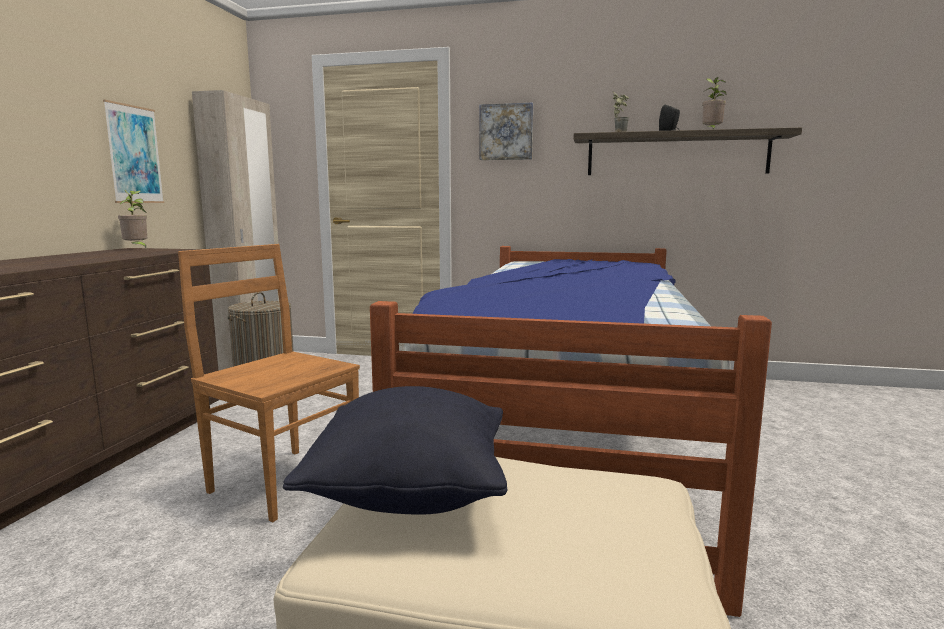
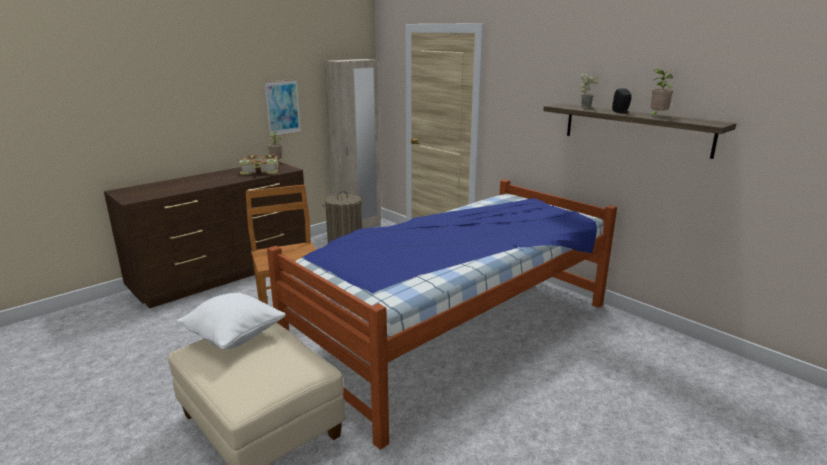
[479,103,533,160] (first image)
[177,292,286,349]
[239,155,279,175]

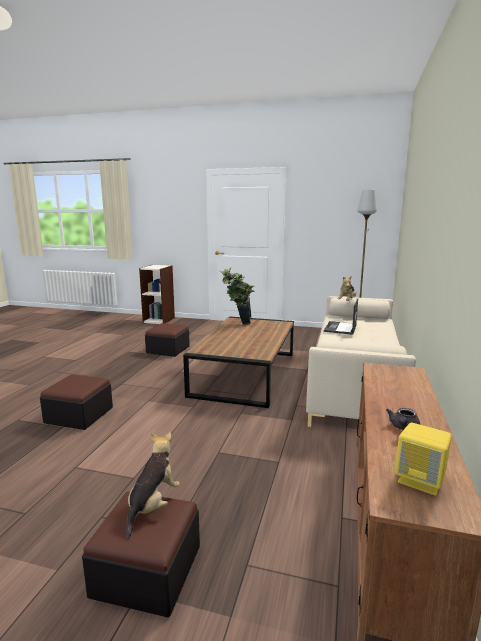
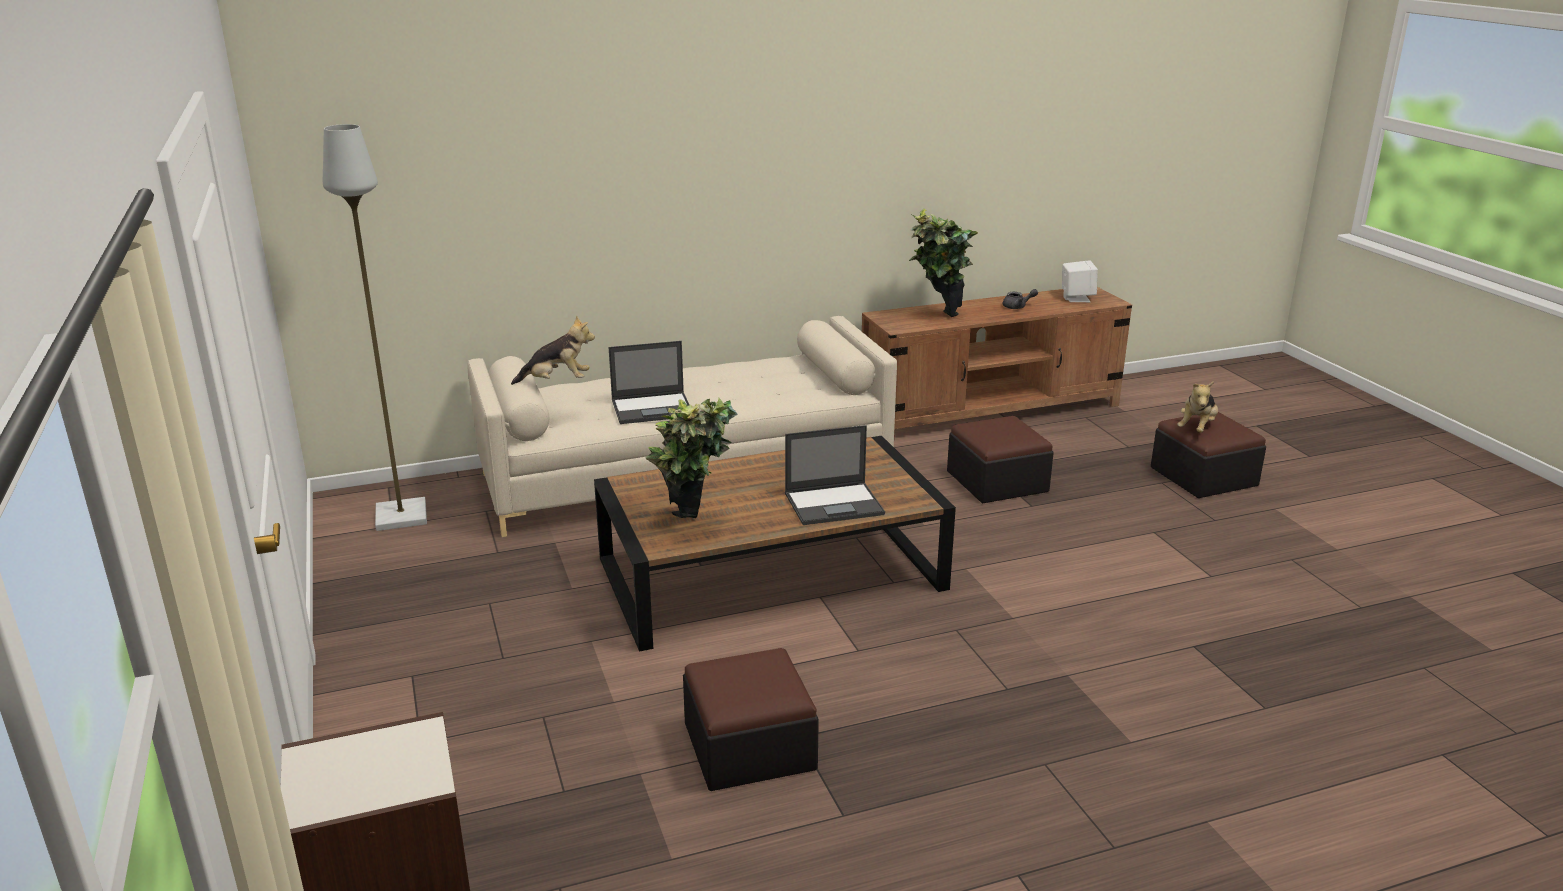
[947,416,1054,503]
[1062,261,1098,302]
[1177,381,1218,433]
[909,209,978,317]
[785,425,885,525]

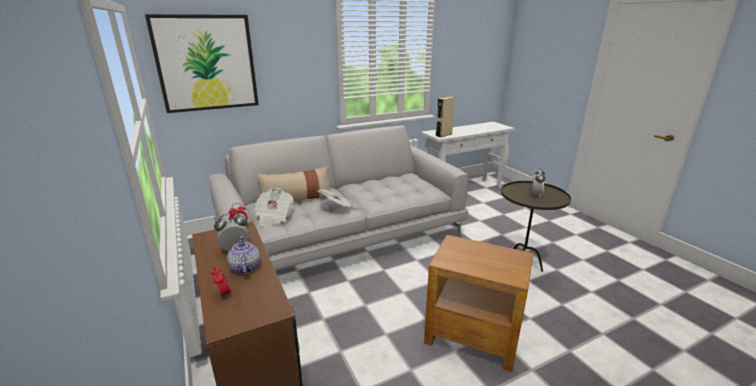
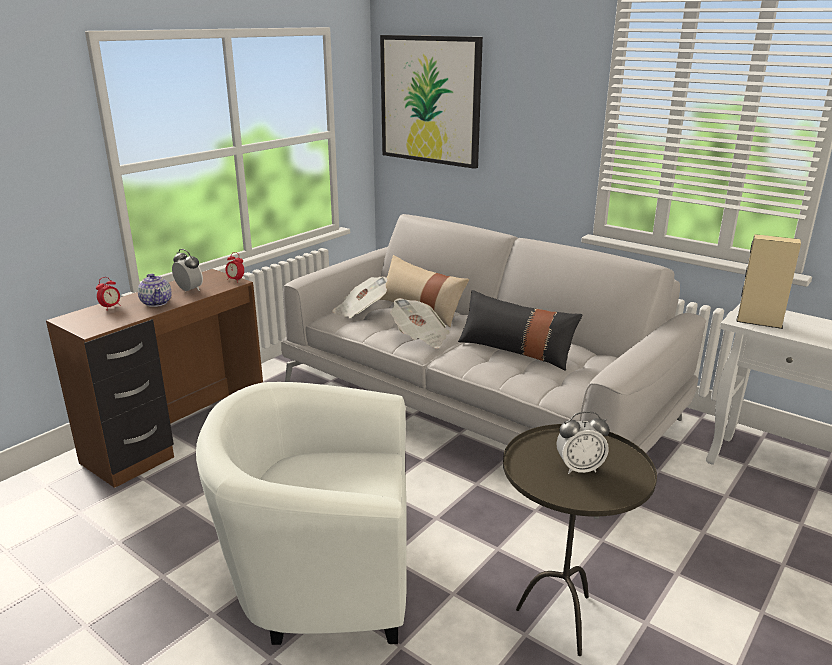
[196,382,407,645]
[138,274,172,307]
[458,290,583,371]

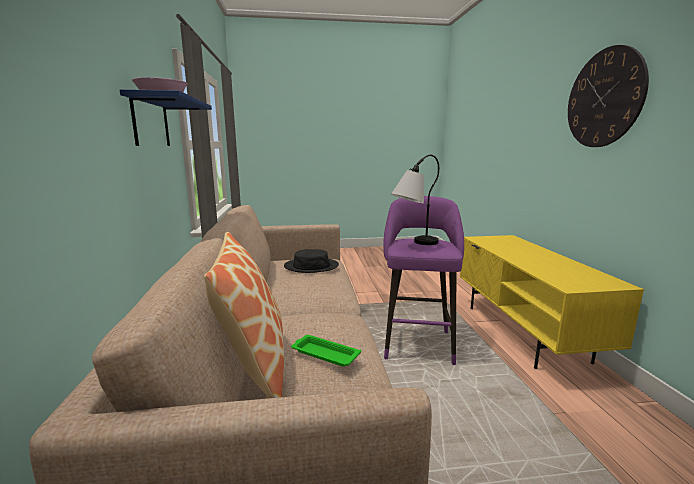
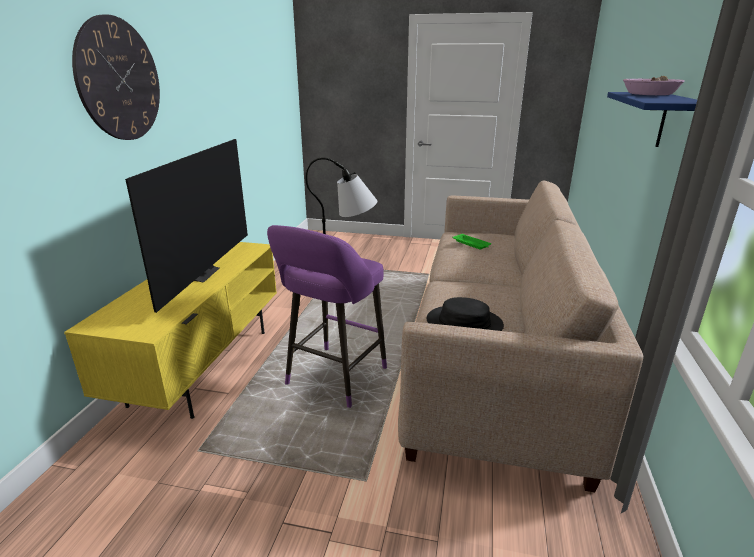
[204,232,284,398] (first image)
[125,139,248,313]

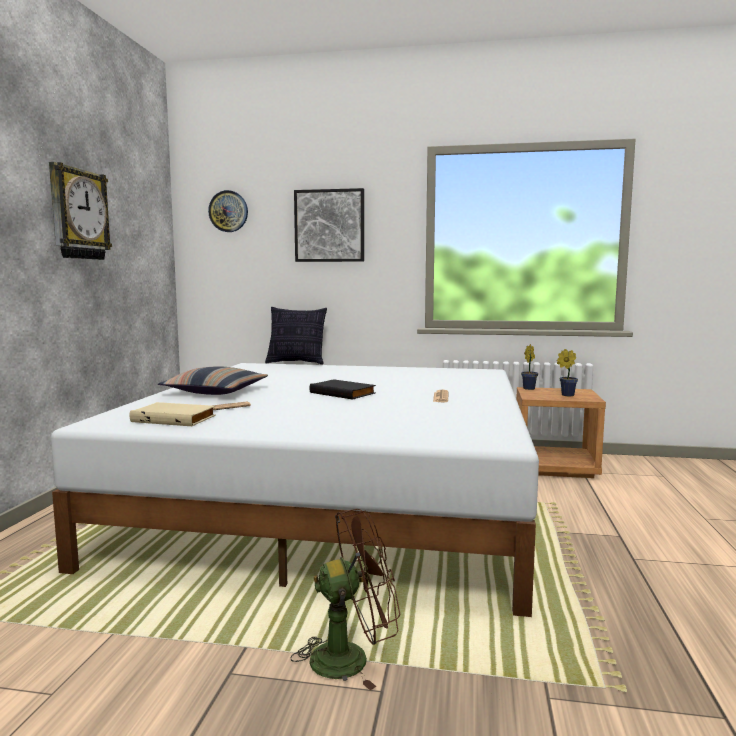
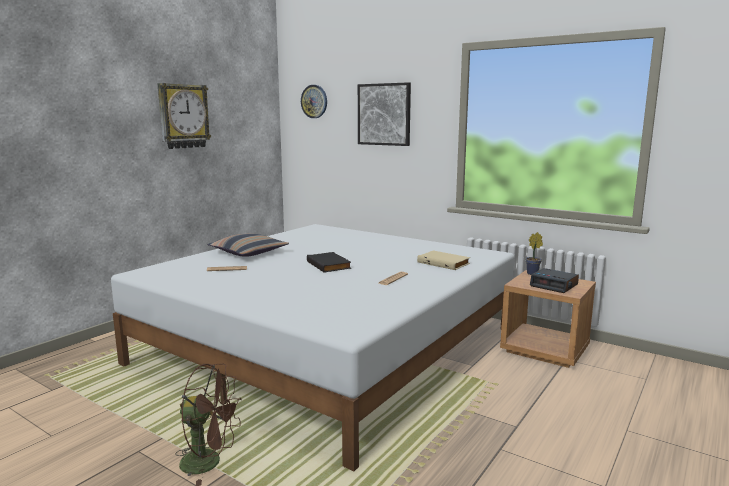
[265,307,327,365] (first image)
[530,268,579,293]
[417,250,470,270]

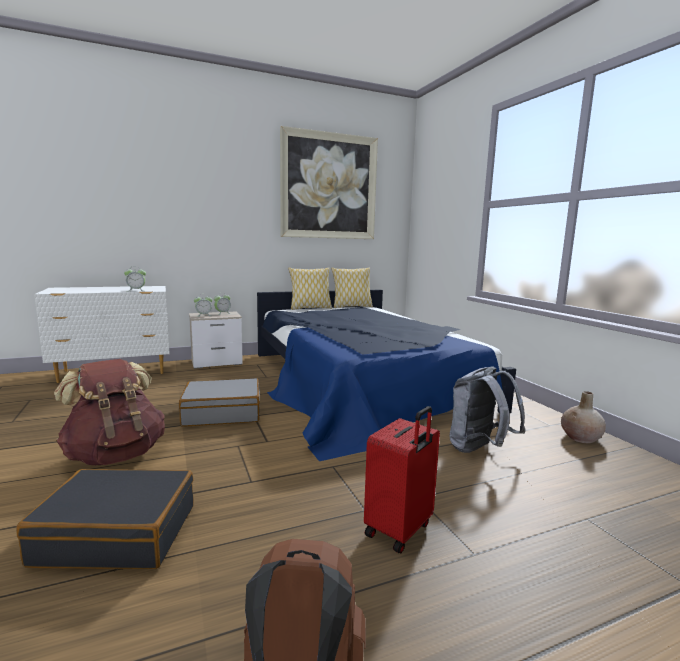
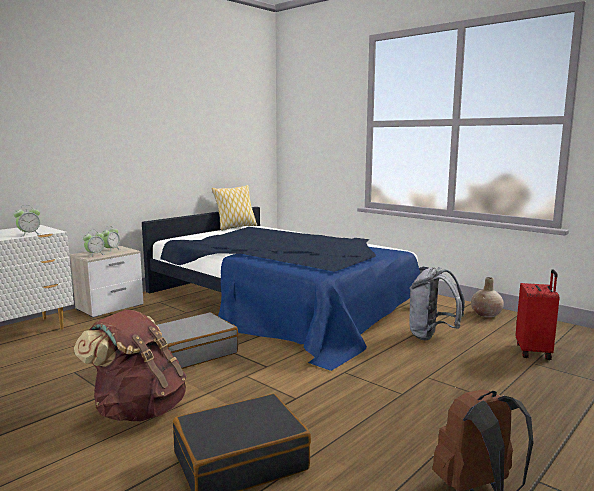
[280,126,378,239] (first image)
[288,268,332,310] (first image)
[516,269,559,360]

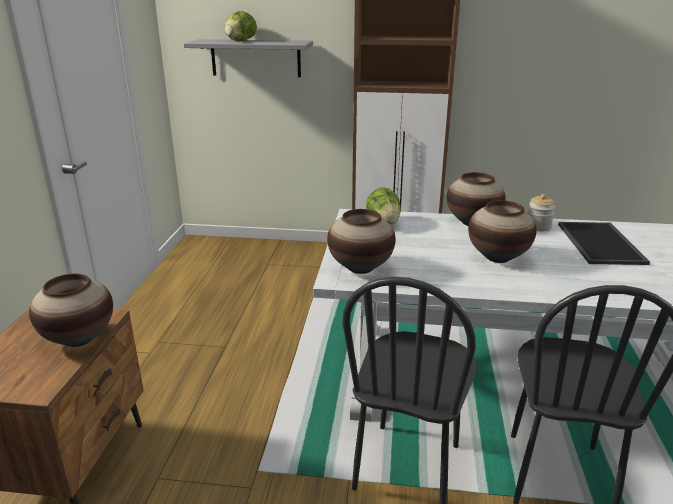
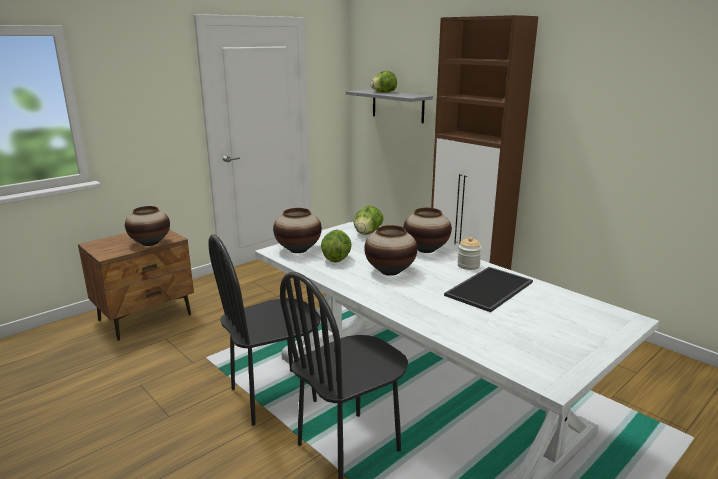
[321,229,351,263]

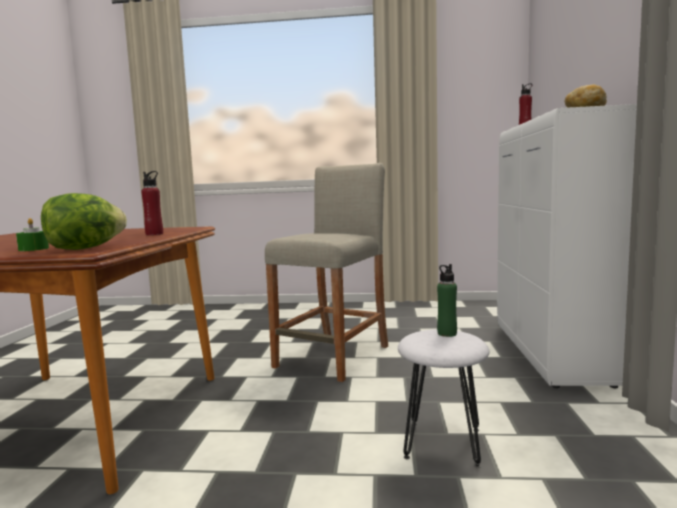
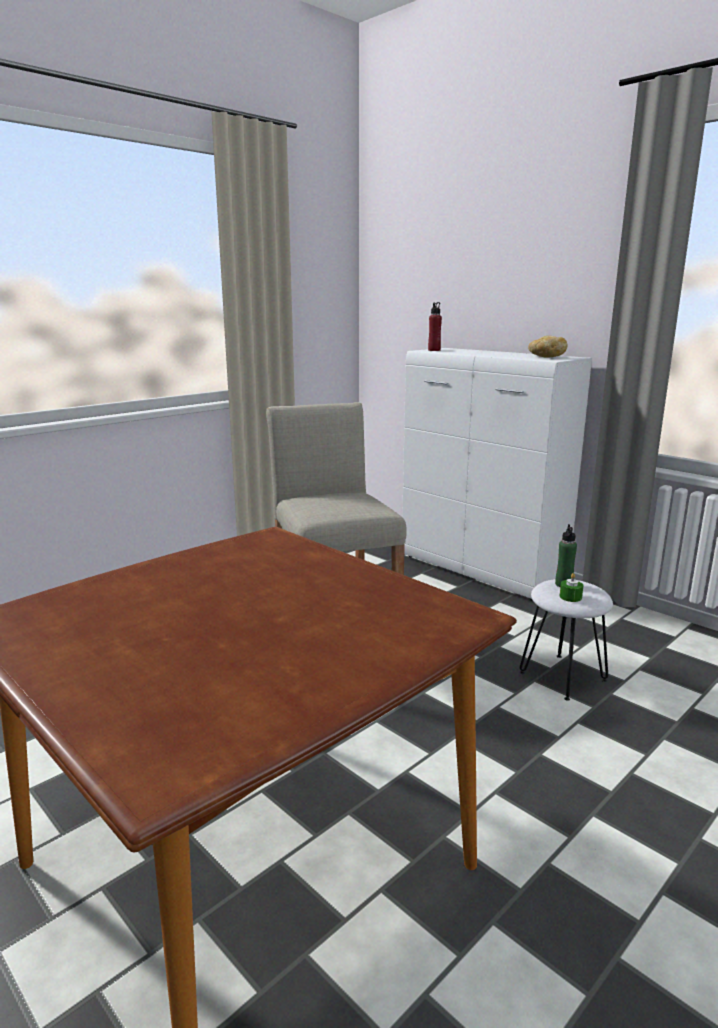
[141,171,163,235] (first image)
[41,193,127,250] (first image)
[560,573,583,602]

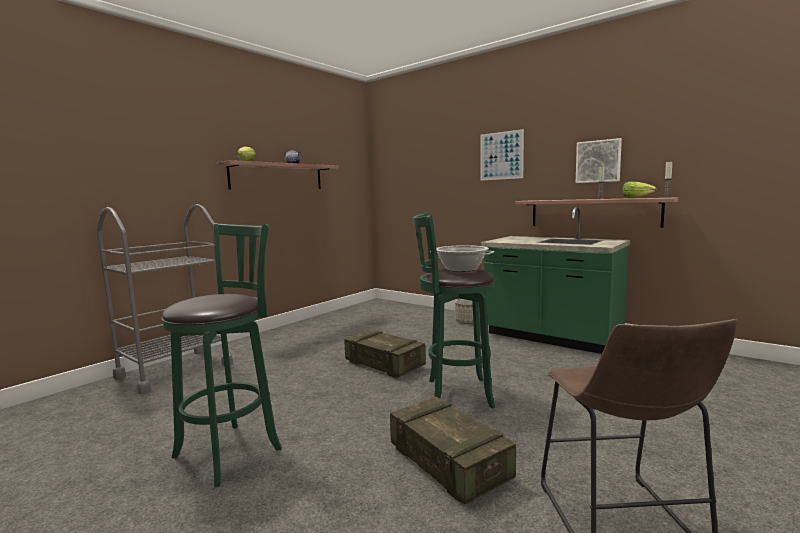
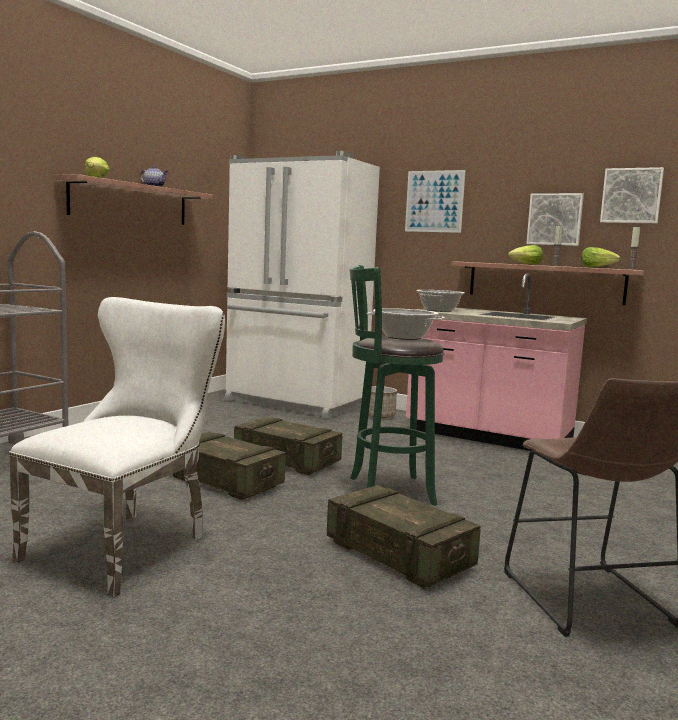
[406,273,587,451]
[8,297,225,598]
[225,151,380,419]
[600,167,664,223]
[508,245,543,265]
[416,290,465,312]
[173,432,286,500]

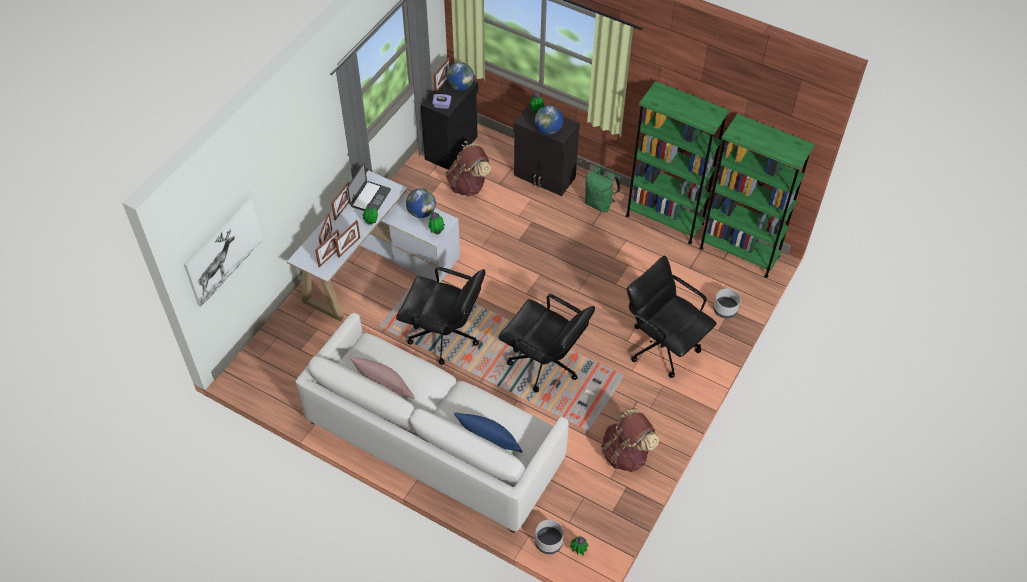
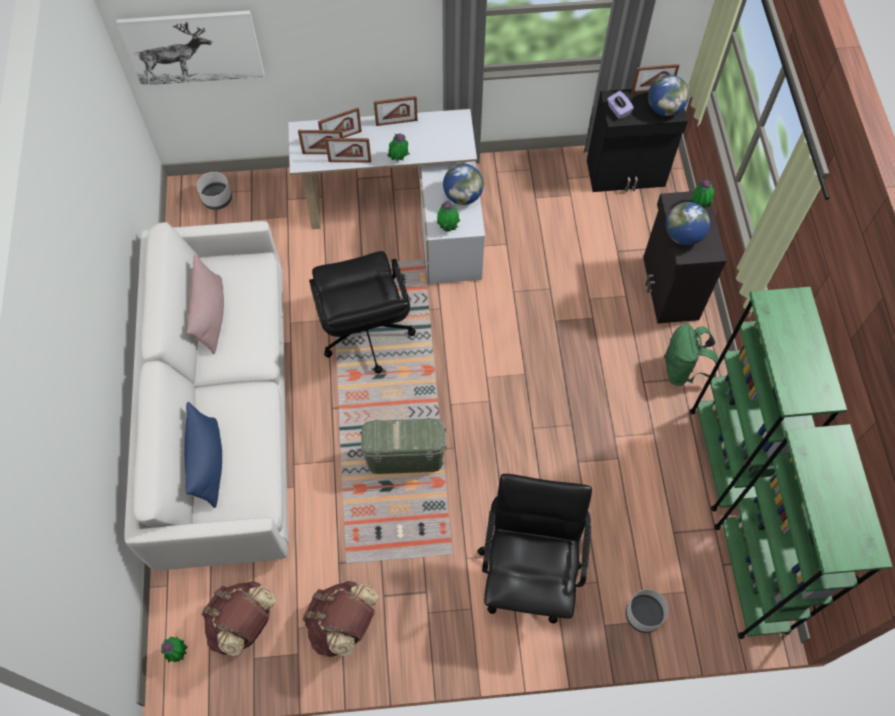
[201,581,276,656]
[347,163,391,211] (first image)
[360,418,447,474]
[197,172,232,210]

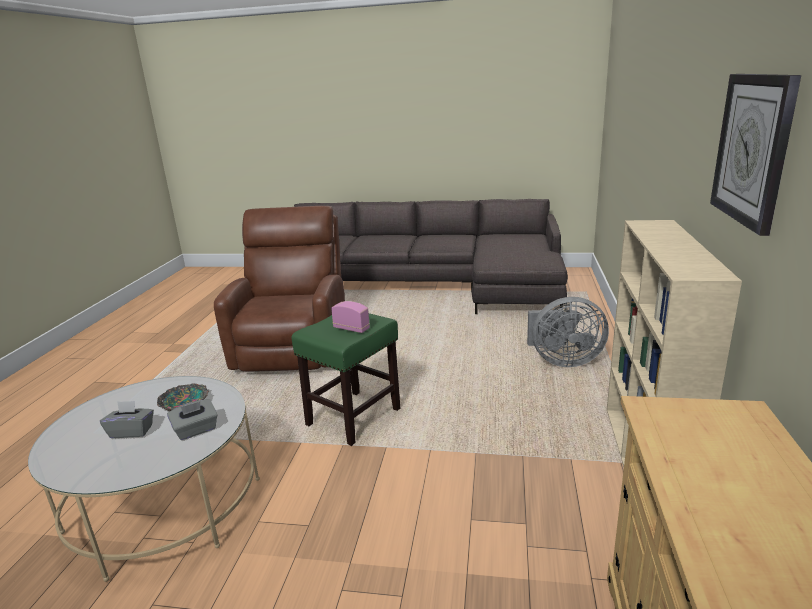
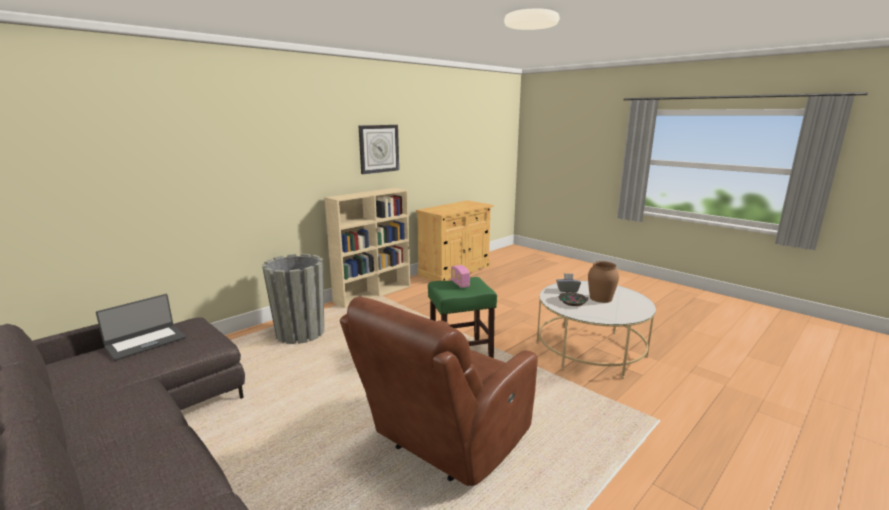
[262,254,324,344]
[588,261,619,303]
[96,294,186,361]

